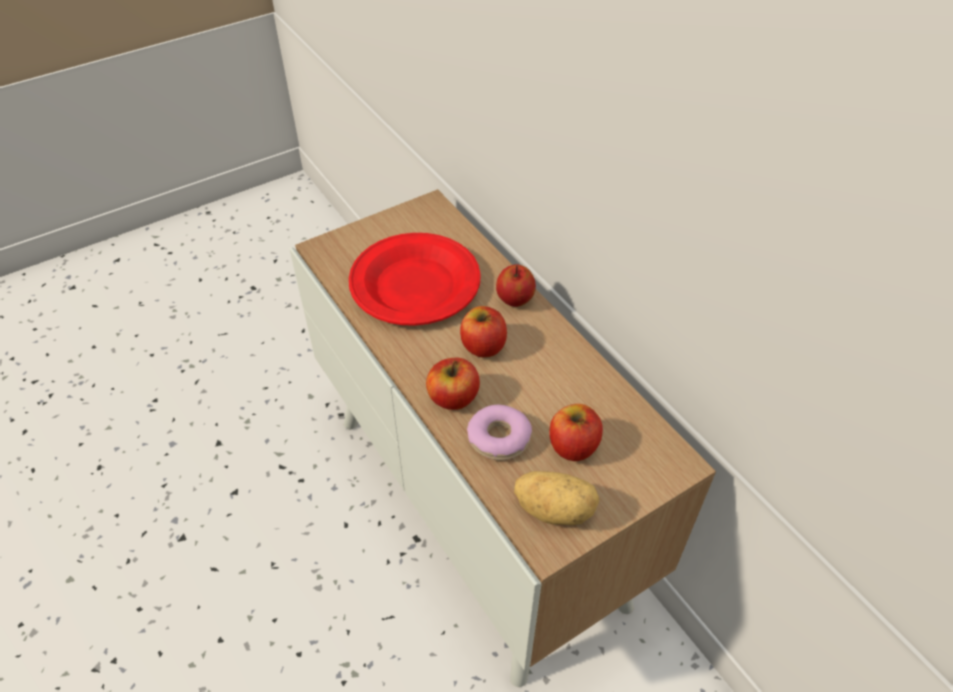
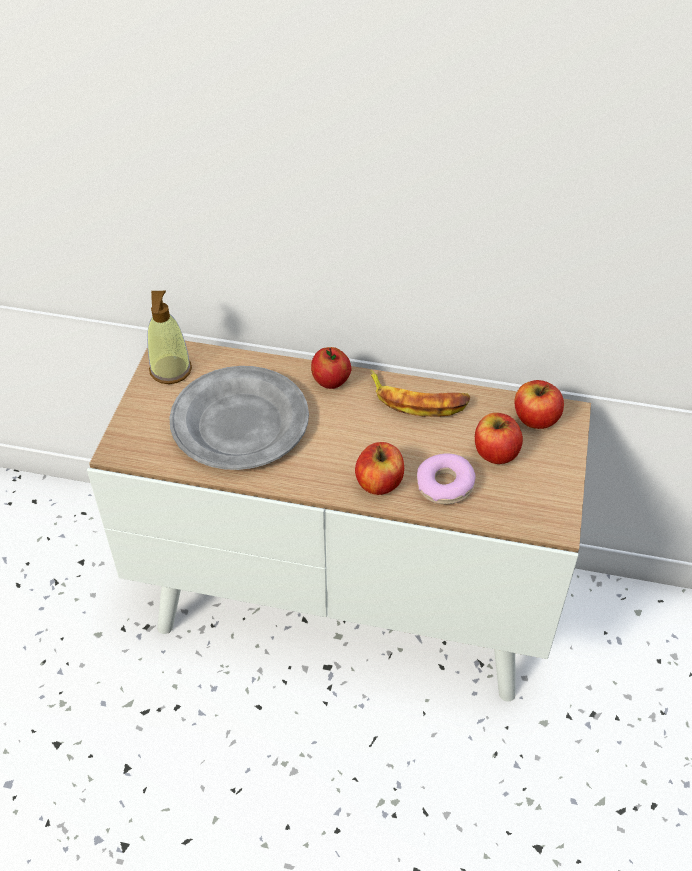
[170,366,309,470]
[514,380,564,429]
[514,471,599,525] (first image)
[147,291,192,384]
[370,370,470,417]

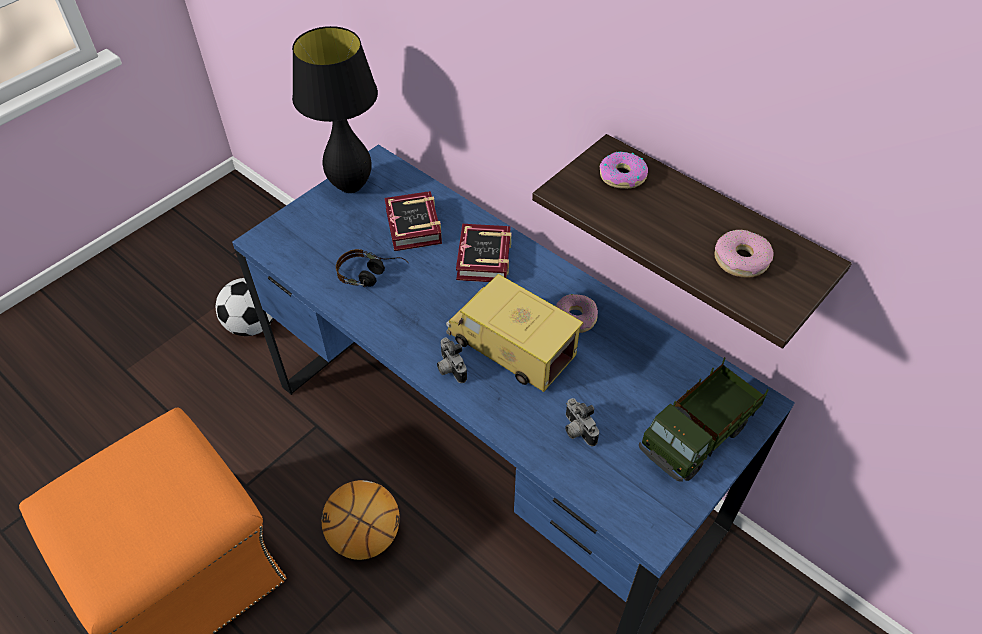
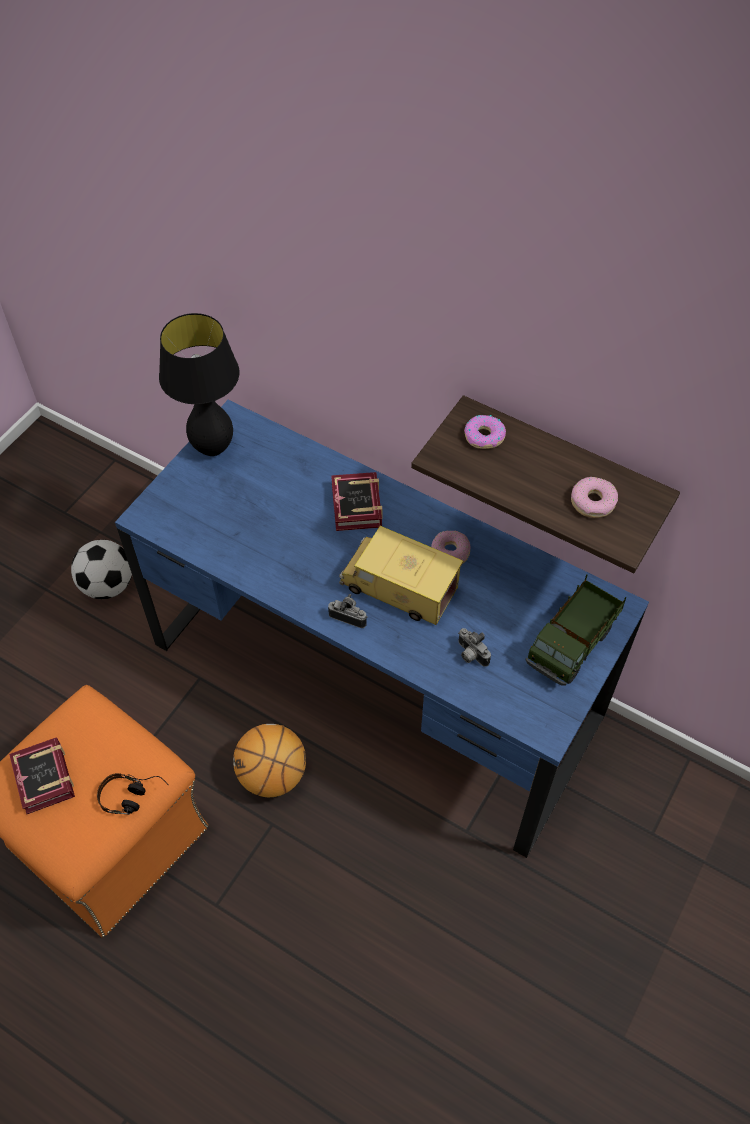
[9,737,75,814]
[97,773,169,815]
[328,594,368,628]

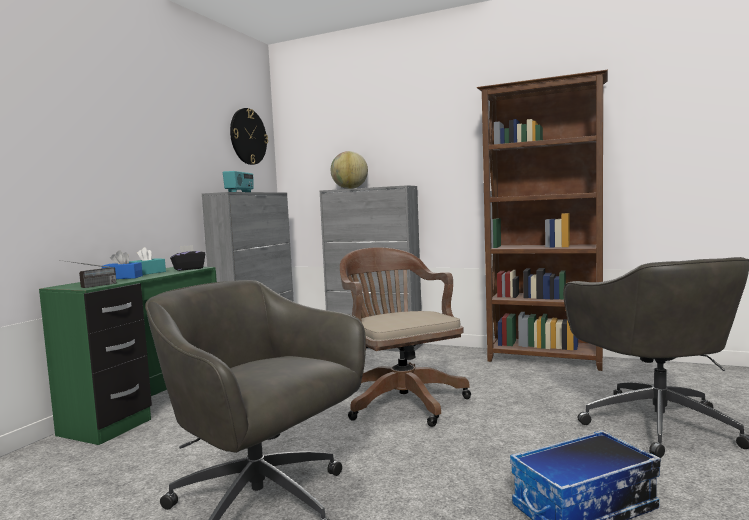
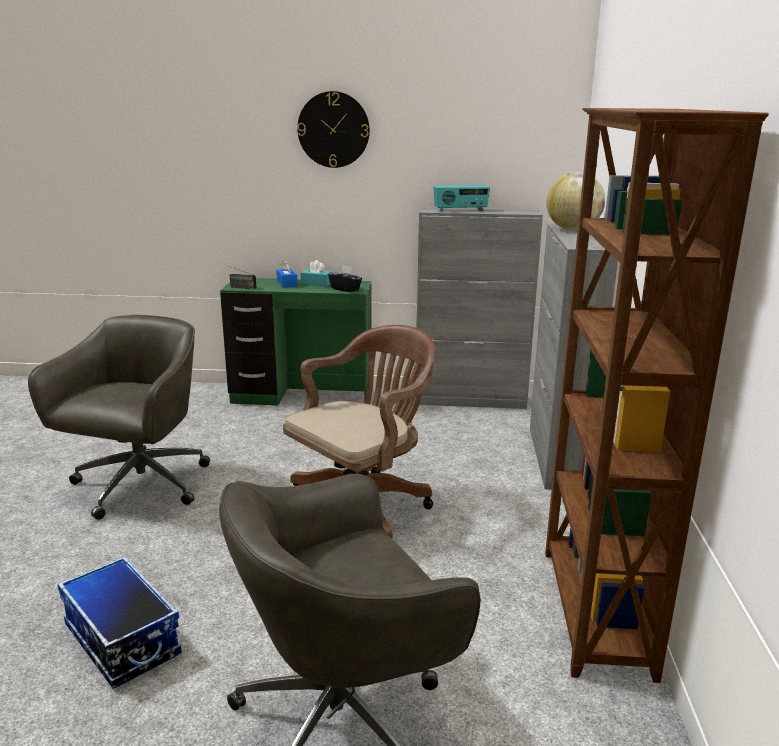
[297,91,370,168]

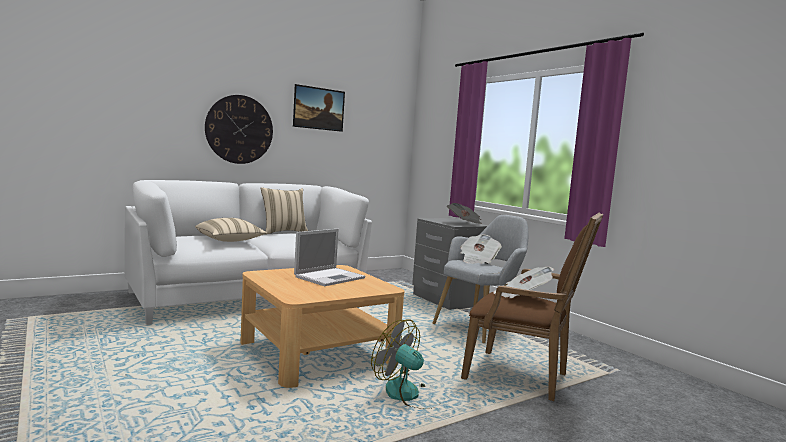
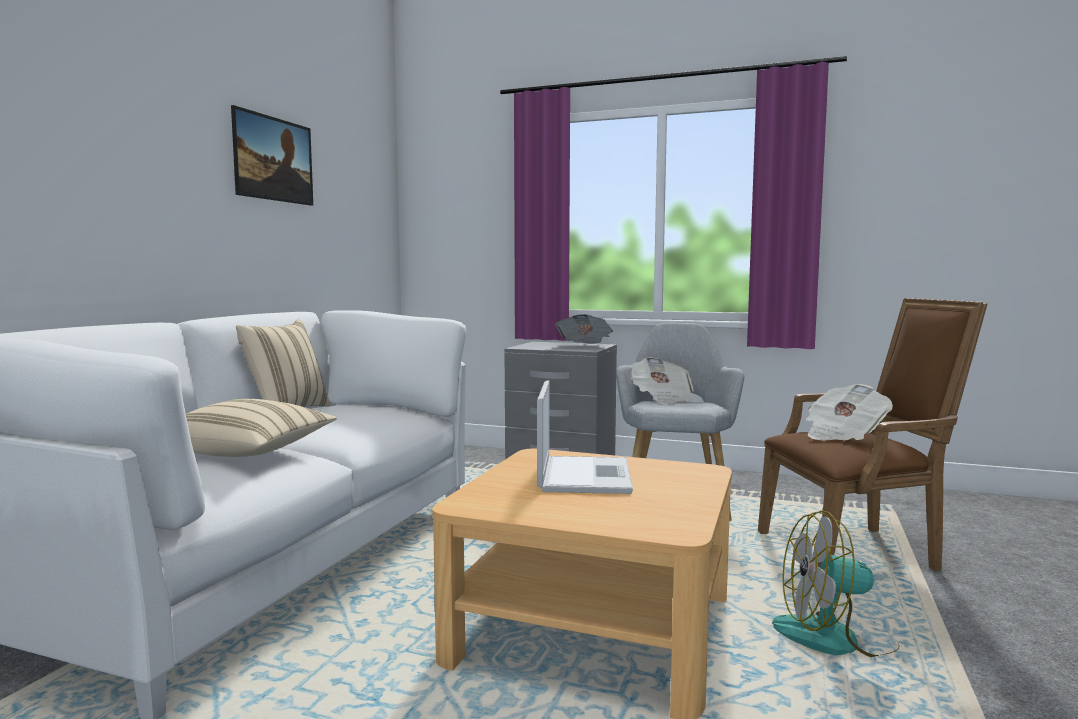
[205,95,273,164] (first image)

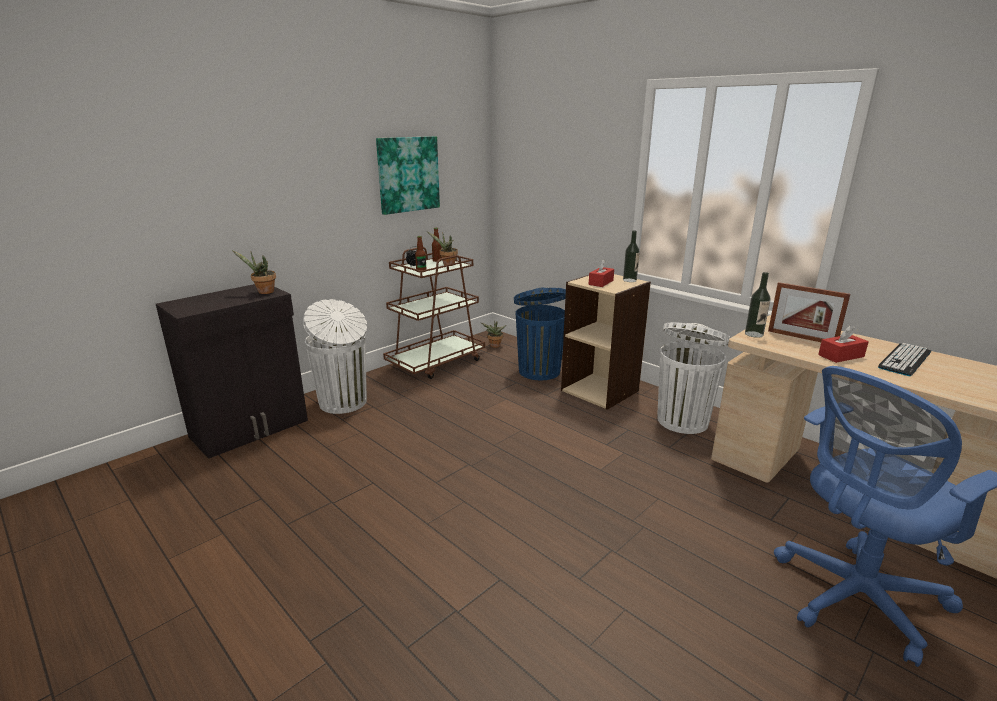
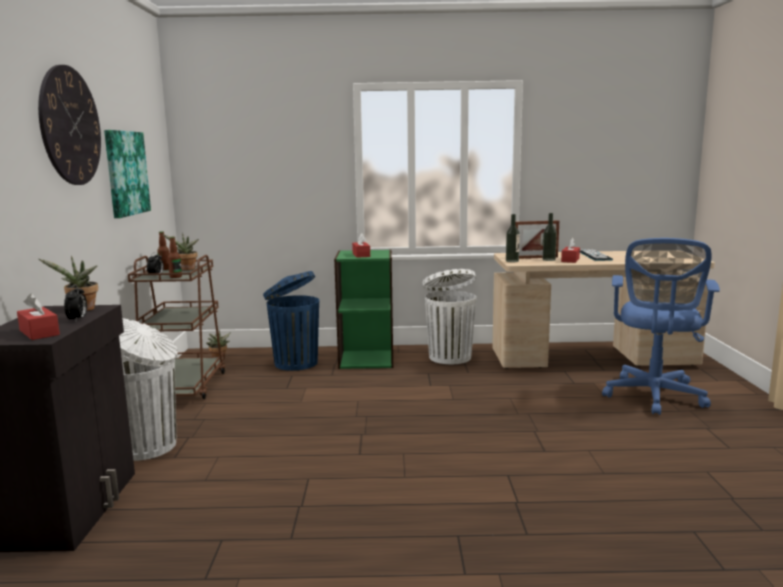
[543,213,557,261]
[334,250,394,369]
[38,65,101,185]
[64,284,87,321]
[17,293,60,340]

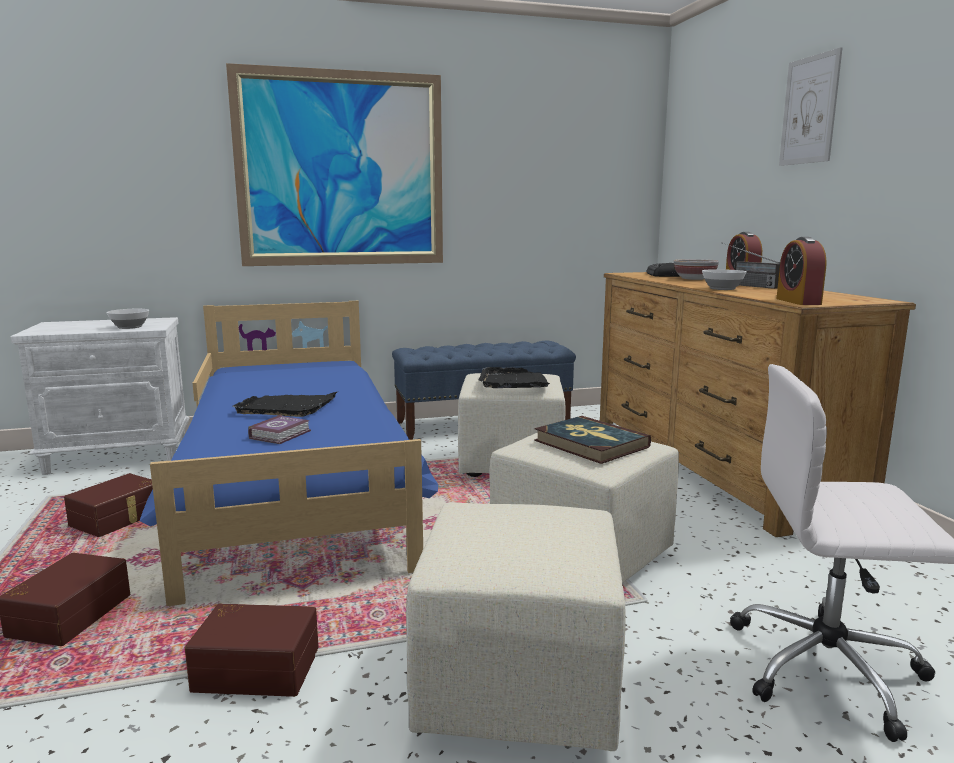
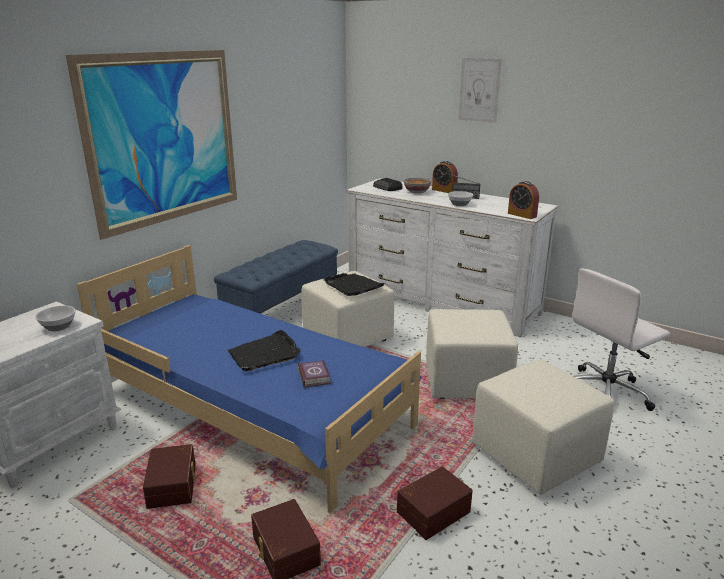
[346,178,559,337]
[534,416,651,464] (first image)

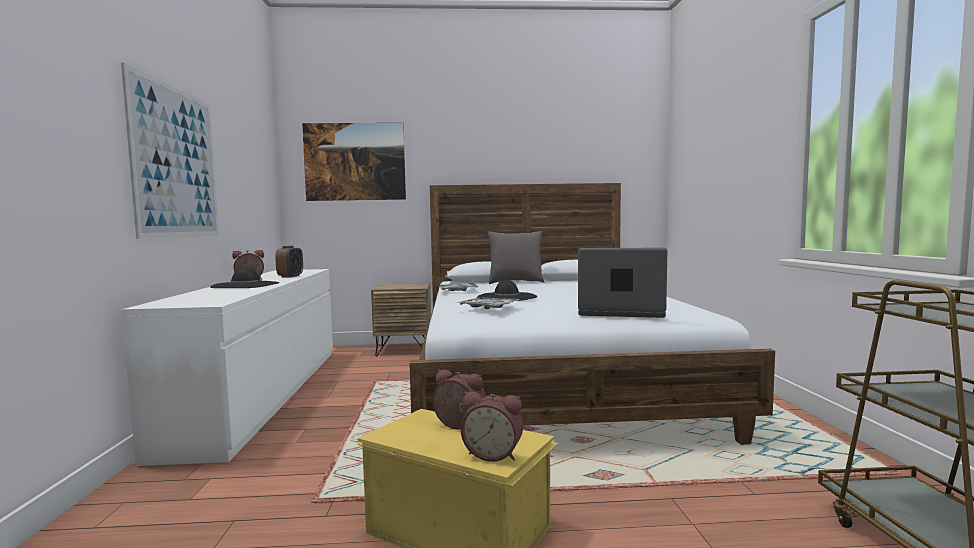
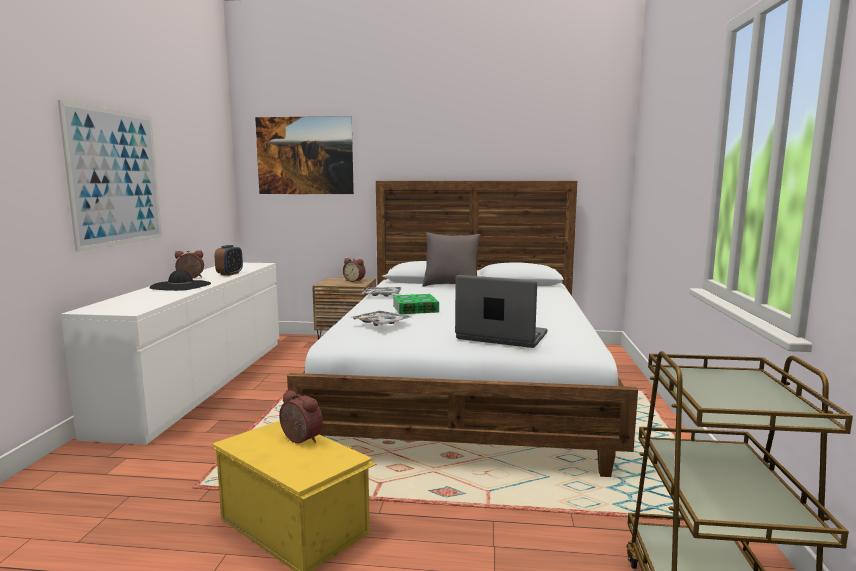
[393,294,439,314]
[343,258,365,282]

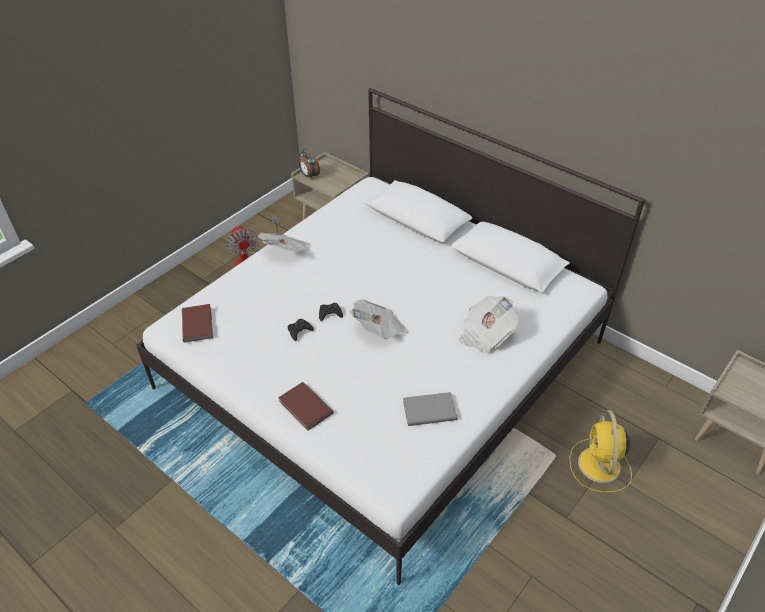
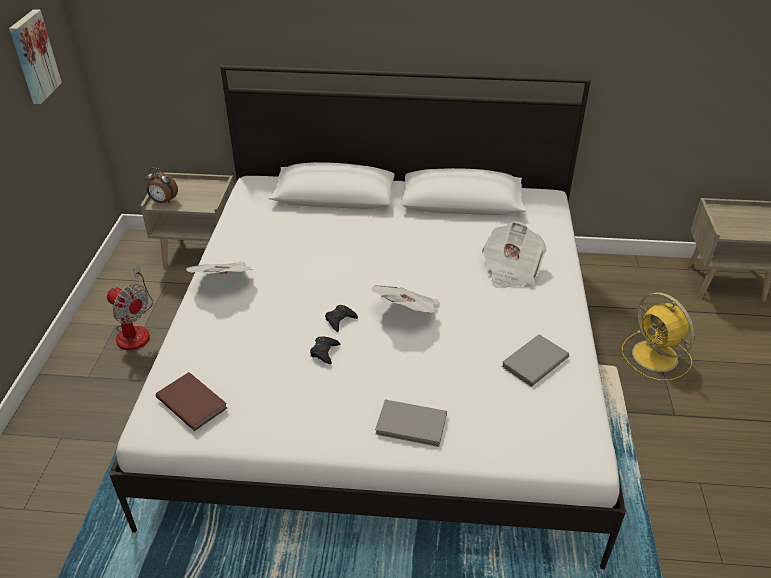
[375,399,447,447]
[9,9,62,104]

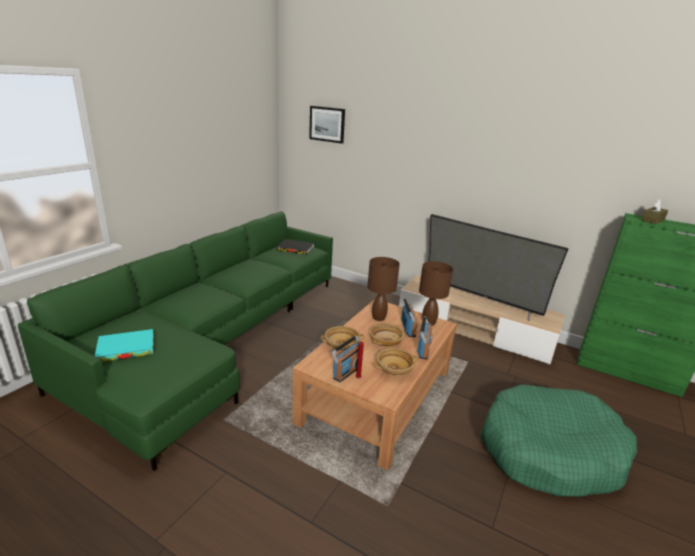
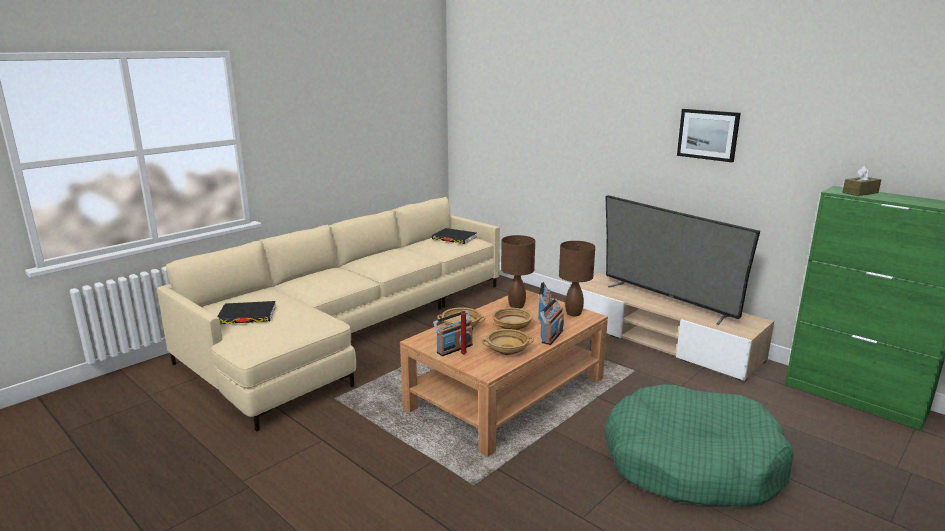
[677,109,741,162]
[157,197,500,431]
[217,301,276,324]

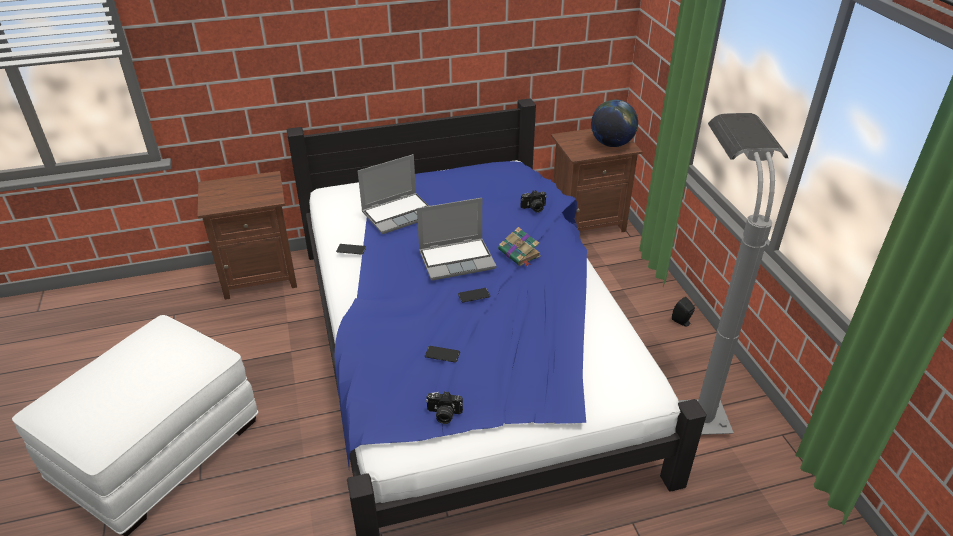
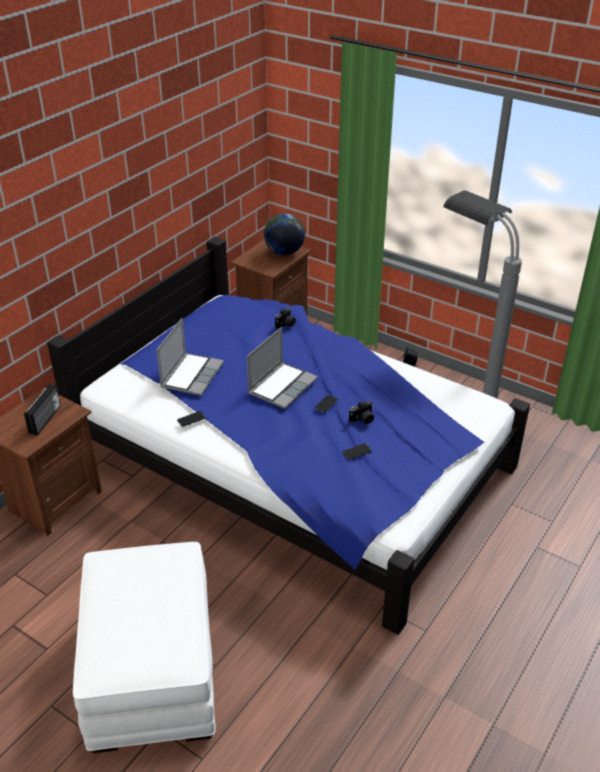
[498,227,541,266] (first image)
[349,401,374,424]
[24,384,60,436]

